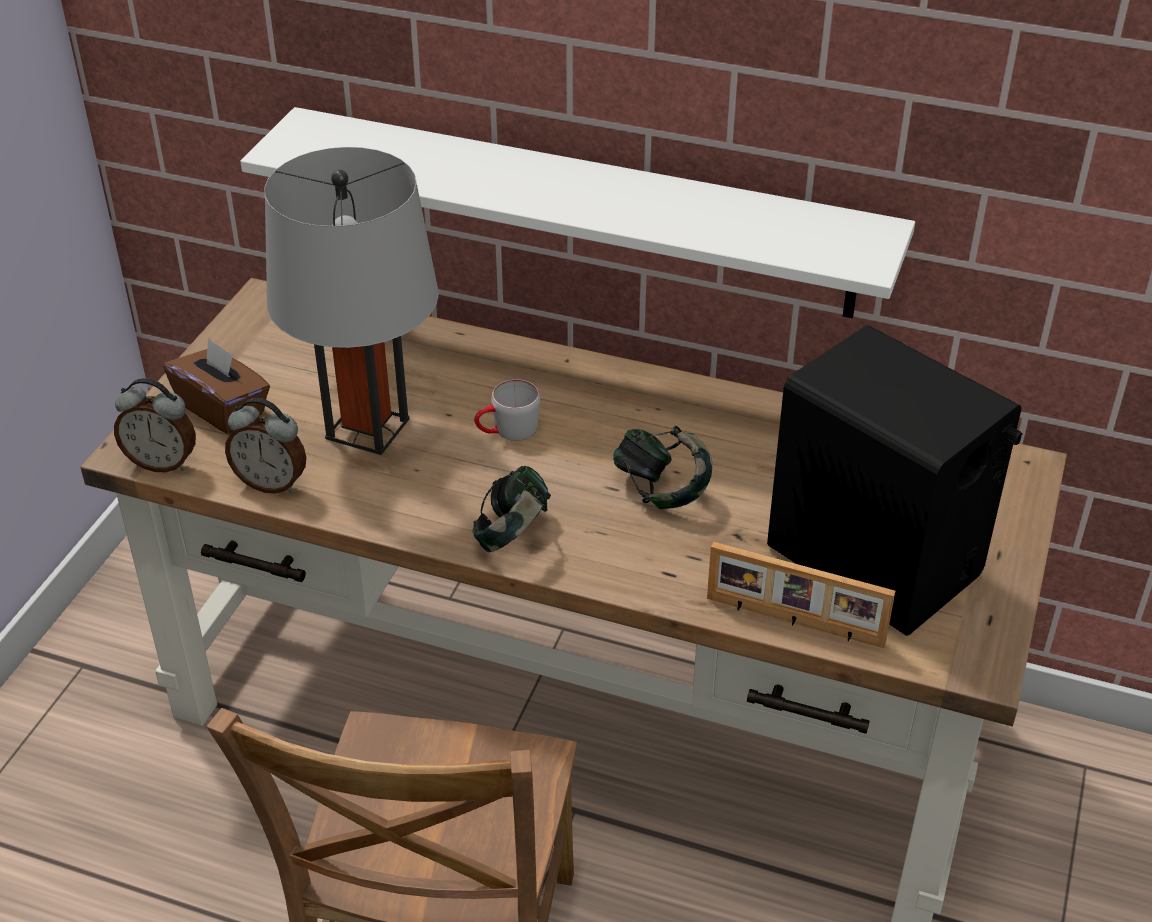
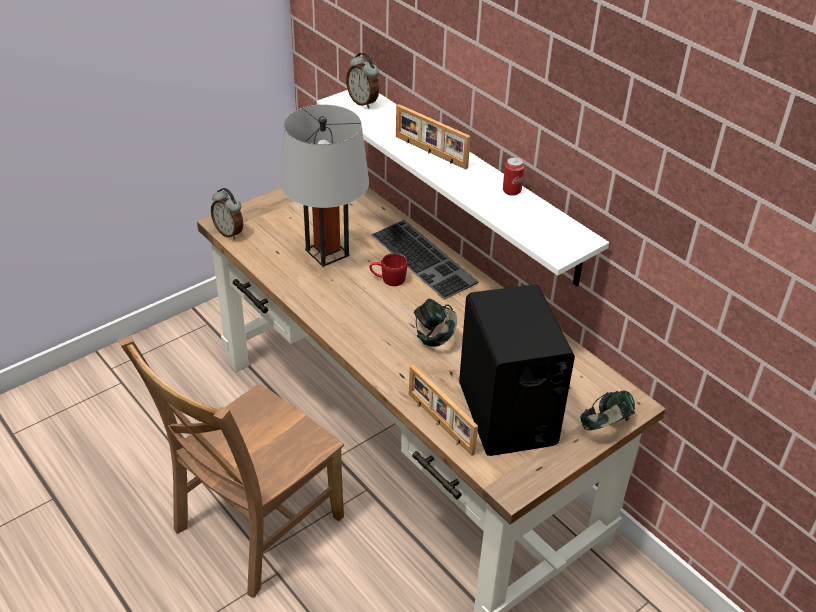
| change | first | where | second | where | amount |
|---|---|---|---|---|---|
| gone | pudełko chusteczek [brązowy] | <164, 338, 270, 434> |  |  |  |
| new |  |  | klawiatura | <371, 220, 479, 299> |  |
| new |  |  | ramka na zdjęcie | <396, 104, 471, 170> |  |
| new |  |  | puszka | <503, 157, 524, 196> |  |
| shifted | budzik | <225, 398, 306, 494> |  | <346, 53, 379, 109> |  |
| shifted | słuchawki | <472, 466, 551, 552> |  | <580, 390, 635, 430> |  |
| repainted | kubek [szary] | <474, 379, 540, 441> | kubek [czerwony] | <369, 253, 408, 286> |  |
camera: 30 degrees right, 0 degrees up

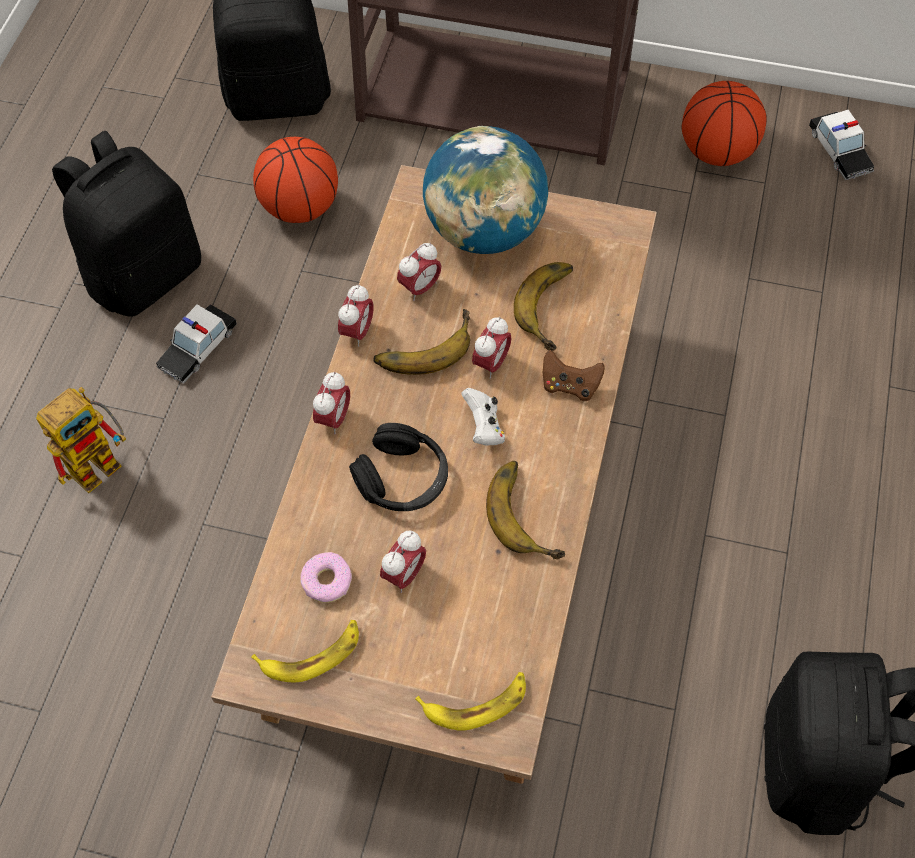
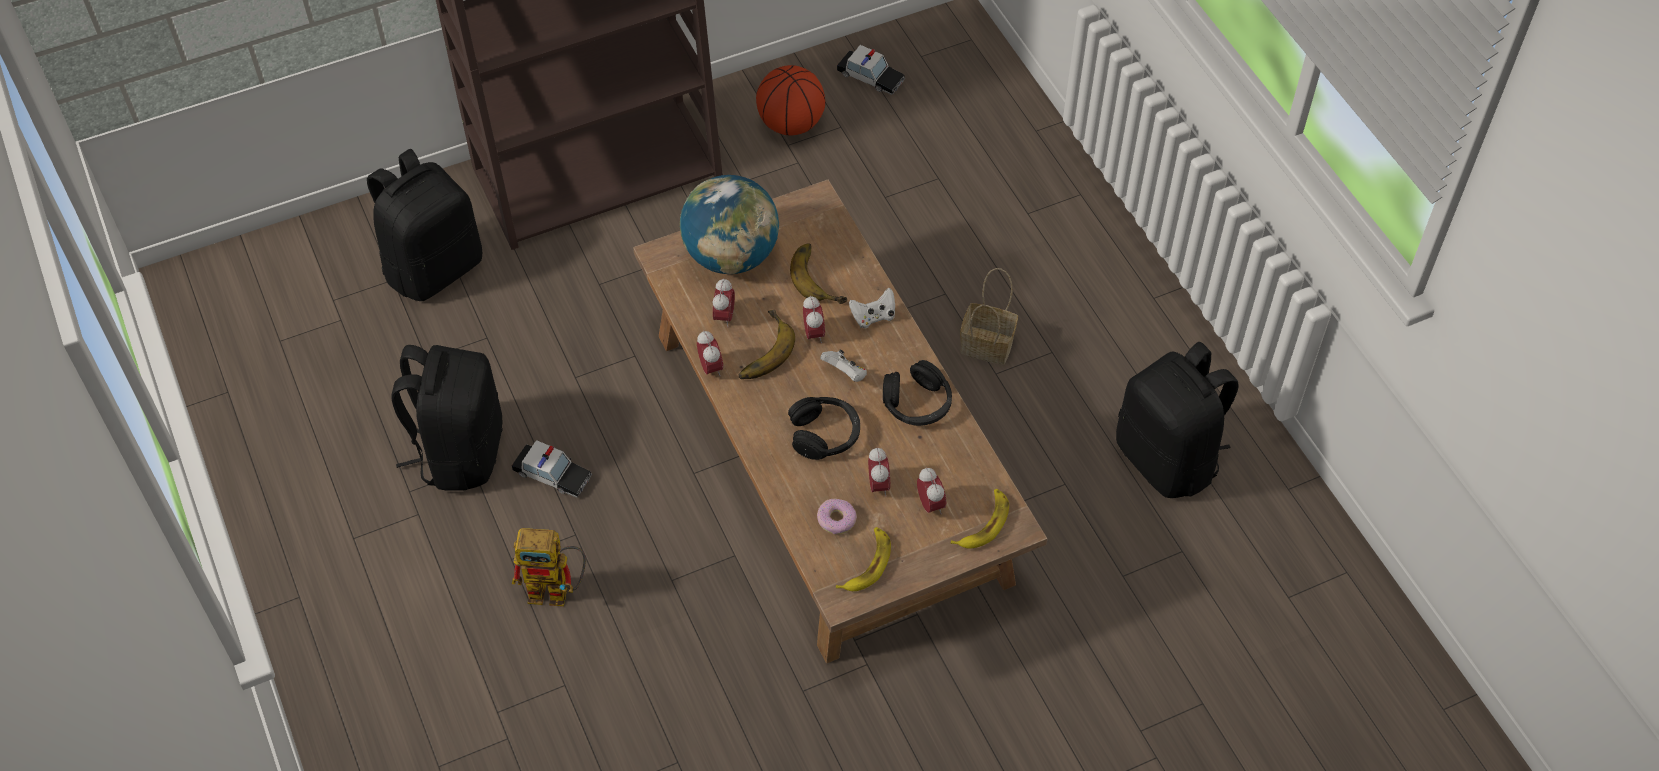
| change | first | where | second | where | amount |
|---|---|---|---|---|---|
| gone | piłka do koszykówki | <253, 137, 338, 223> |  |  |  |
| new |  |  | koszyk | <960, 268, 1018, 365> |  |
| shifted | budzik | <313, 372, 350, 434> |  | <917, 467, 946, 514> |  |
| swapped | banan | <486, 461, 565, 560> | słuchawki [czarny] | <883, 360, 952, 426> |  |
| repainted | pad do gier [brązowy] | <543, 350, 605, 401> | pad do gier [biały] | <849, 288, 895, 328> |  |
| rotated | robot zabawkowy | <36, 387, 126, 493> |  | <512, 528, 586, 606> | 90 degrees clockwise |
| rotated | samochodzik | <156, 304, 237, 384> |  | <512, 440, 592, 498> | 60 degrees counterclockwise |
camera: 40 degrees left, 5 degrees down

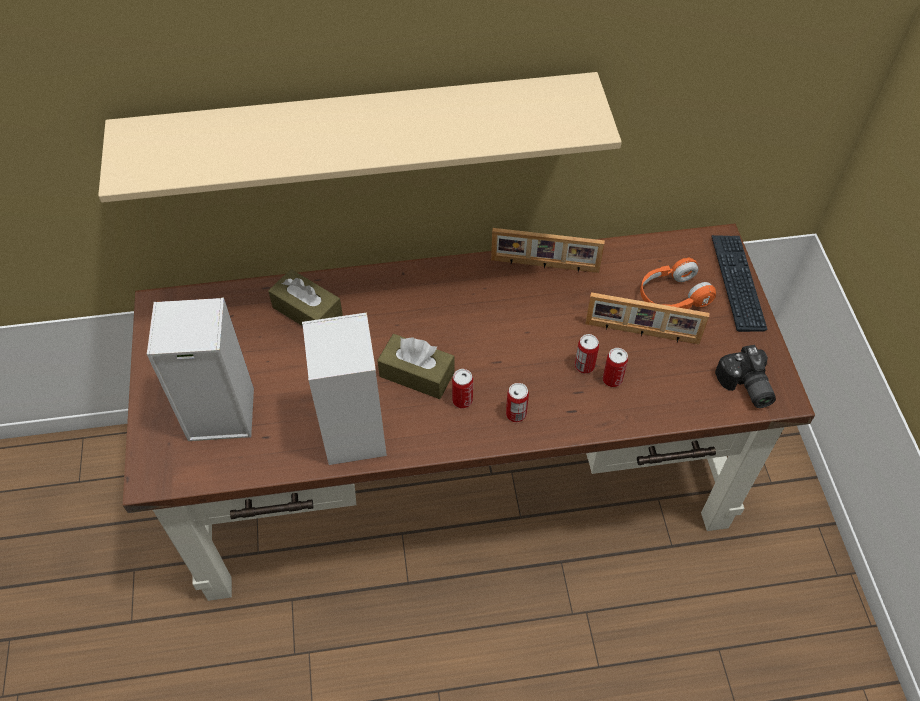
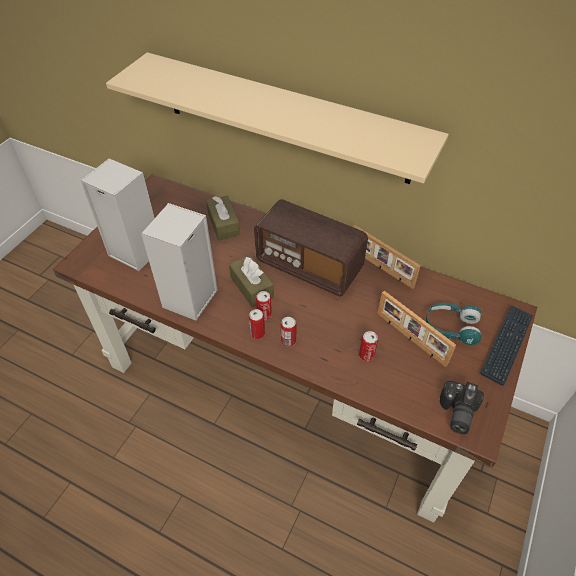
| change | first | where | second | where | amount |
|---|---|---|---|---|---|
| new |  |  | radio | <254, 199, 368, 296> |  |
| shifted | puszka | <575, 334, 599, 374> |  | <249, 309, 265, 339> |  |
| repainted | słuchawki [pomarańczowy] | <640, 258, 716, 309> | słuchawki [turkusowy] | <426, 303, 482, 346> |  |
camera: 35 degrees right, 5 degrees down

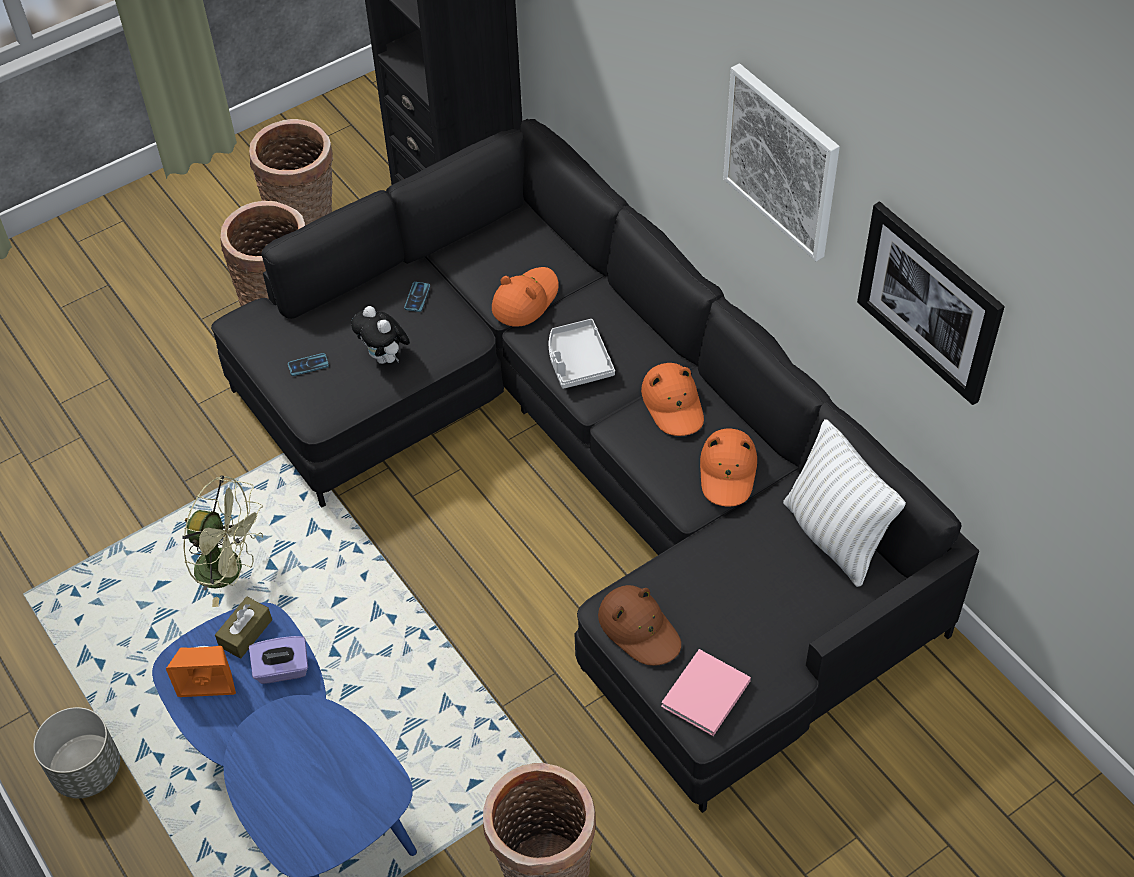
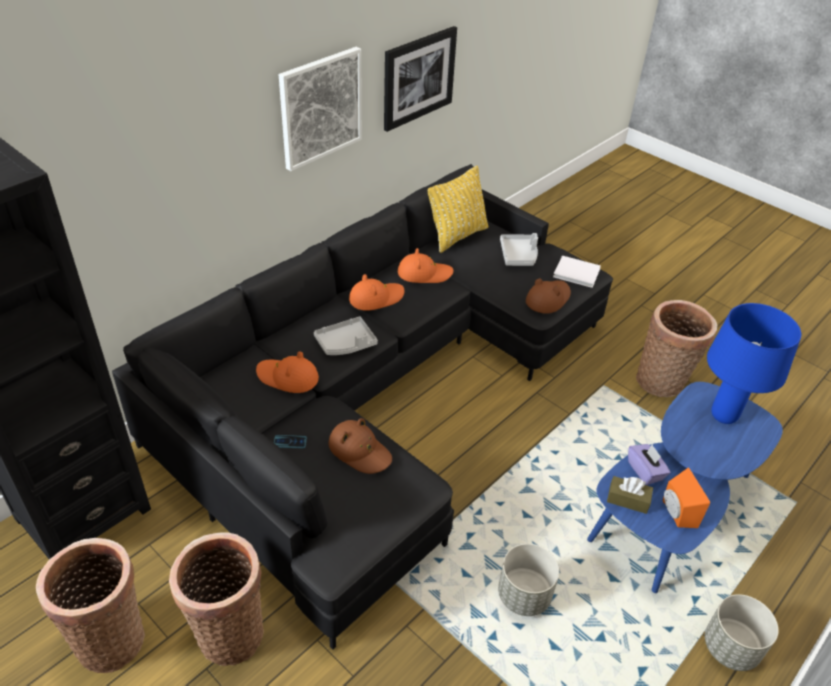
| change | first | where | second | where | amount |
|---|---|---|---|---|---|
| gone | telefon | <288, 353, 329, 376> |  |  |  |
| new |  |  | taca [szary] | <500, 233, 538, 266> |  |
| new |  |  | lampa stołowa [niebieski] | <707, 303, 801, 424> |  |
| swapped | wentylator [zielony] | <182, 475, 263, 607> | donica [szary] | <498, 544, 559, 616> |  |
| swapped | pluszak | <351, 306, 410, 364> | kapelusz [brązowy] | <329, 418, 392, 474> |  |
| repainted | książka [różowy] | <661, 649, 751, 736> | książka [biały] | <553, 255, 601, 288> |  |
| repainted | poduszka [biały] | <783, 419, 906, 587> | poduszka [żółty] | <428, 166, 488, 253> |  |
camera: 105 degrees left, 10 degrees down

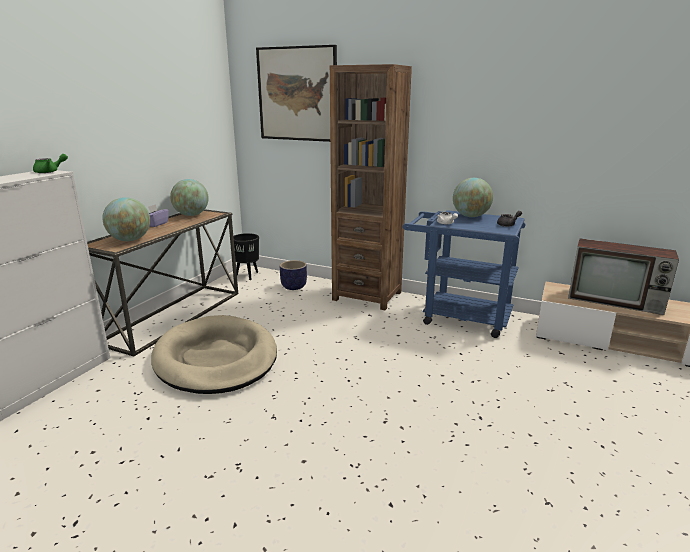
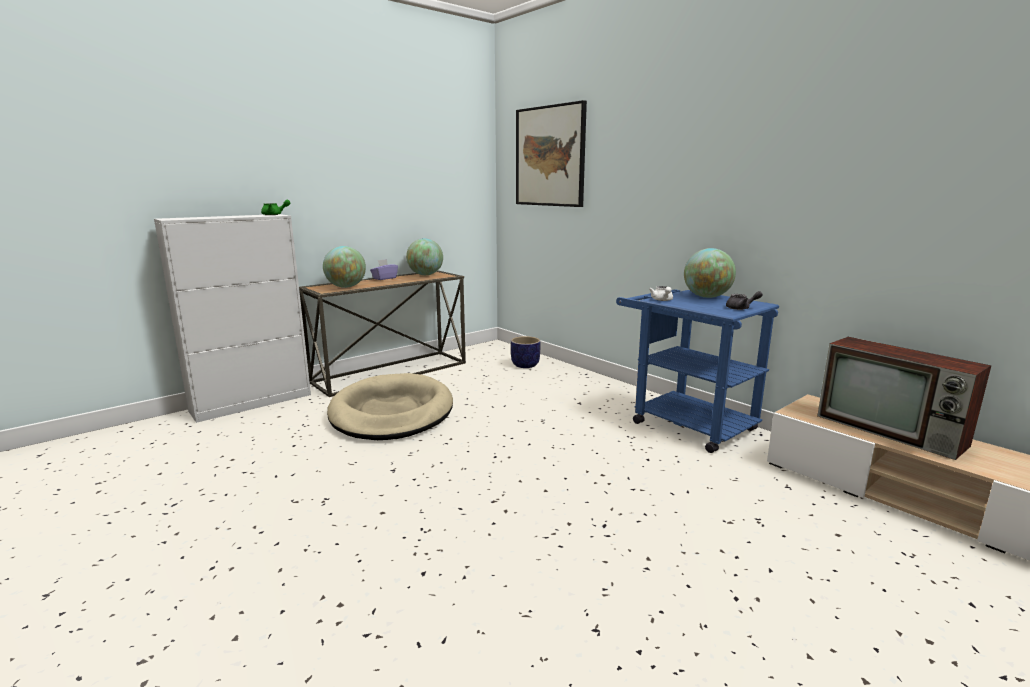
| change | first | where | second | where | amount |
|---|---|---|---|---|---|
| gone | donica [czarny] | <233, 233, 259, 280> |  |  |  |
| gone | regał [brązowy] | <330, 64, 412, 310> |  |  |  |
camera: 25 degrees right, 5 degrees down

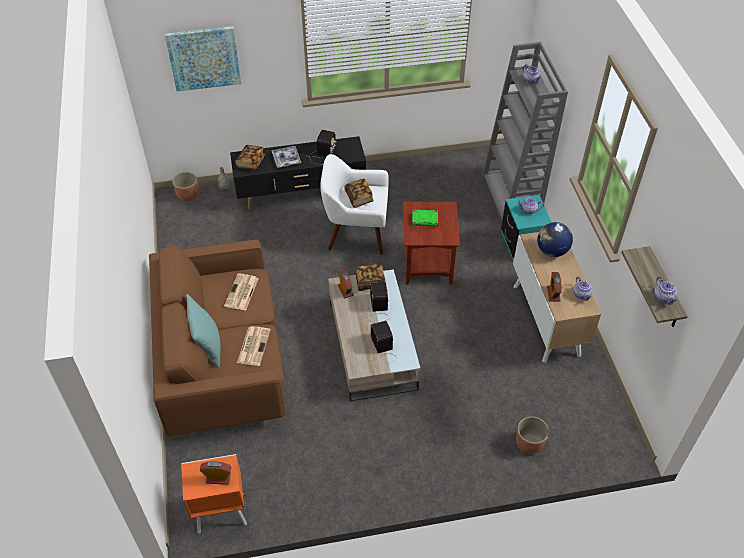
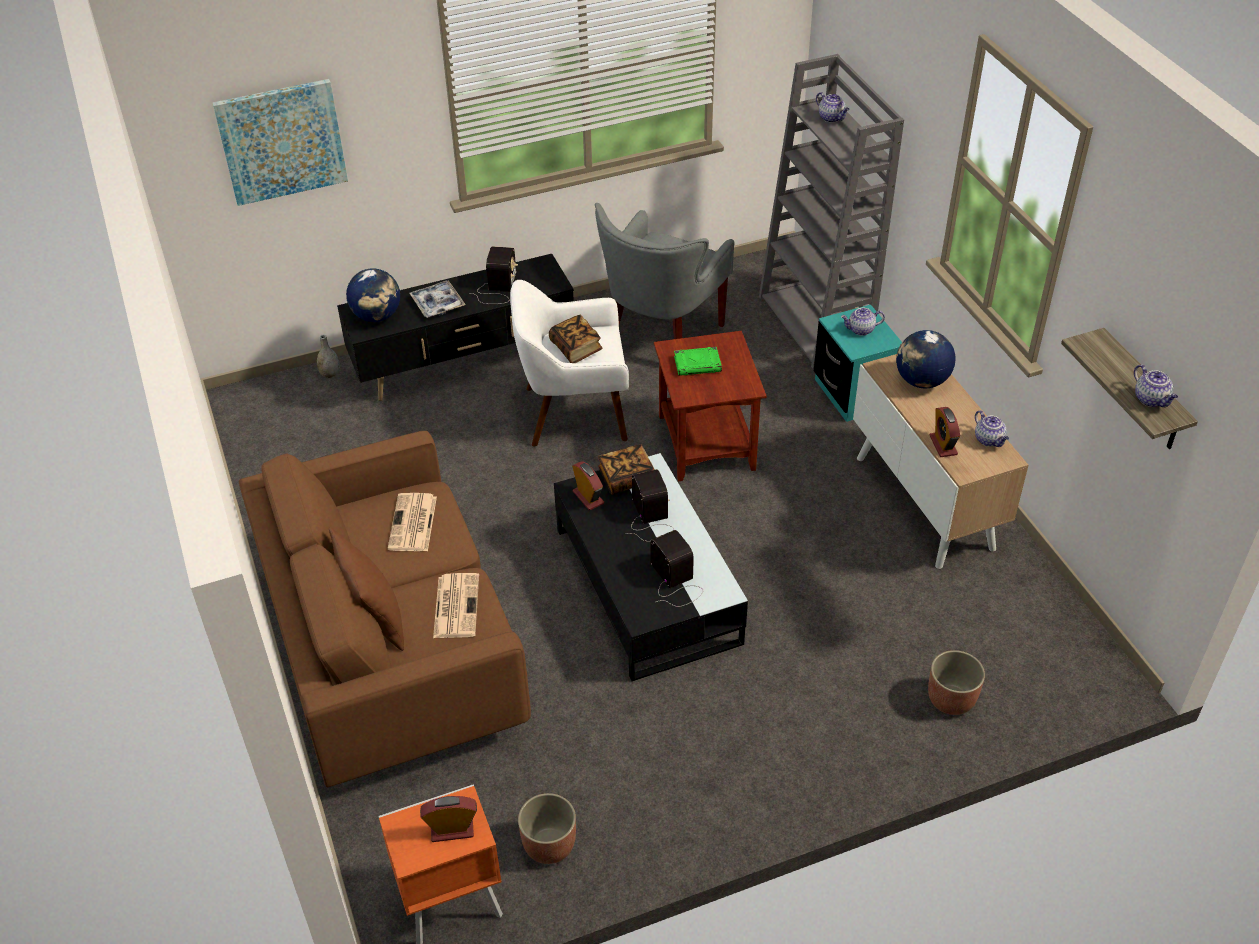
| change | first | where | second | where | amount |
|---|---|---|---|---|---|
| new |  |  | fotel [szary] | <595, 203, 735, 339> |  |
| shifted | donica | <172, 172, 199, 201> |  | <518, 793, 576, 864> |  |
| swapped | książka | <235, 145, 265, 169> | globus | <346, 268, 400, 322> |  |
| repainted | poduszka [turkusowy] | <186, 294, 221, 368> | poduszka [brązowy] | <329, 527, 404, 651> |  |
| repainted | ława [beżowy] | <328, 269, 421, 401> | ława [czarny] | <554, 453, 748, 681> |  |
camera: 10 degrees left, 5 degrees down

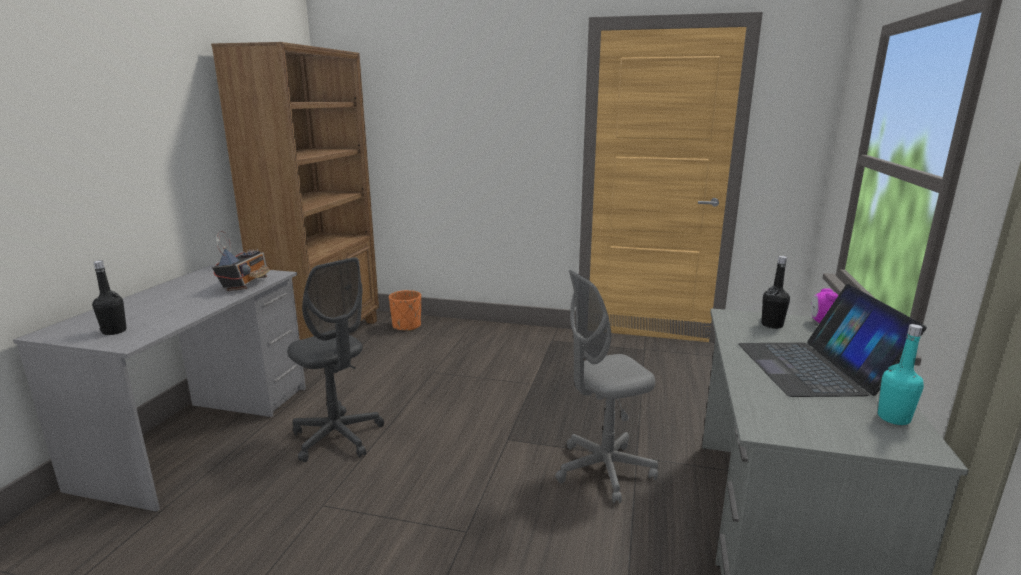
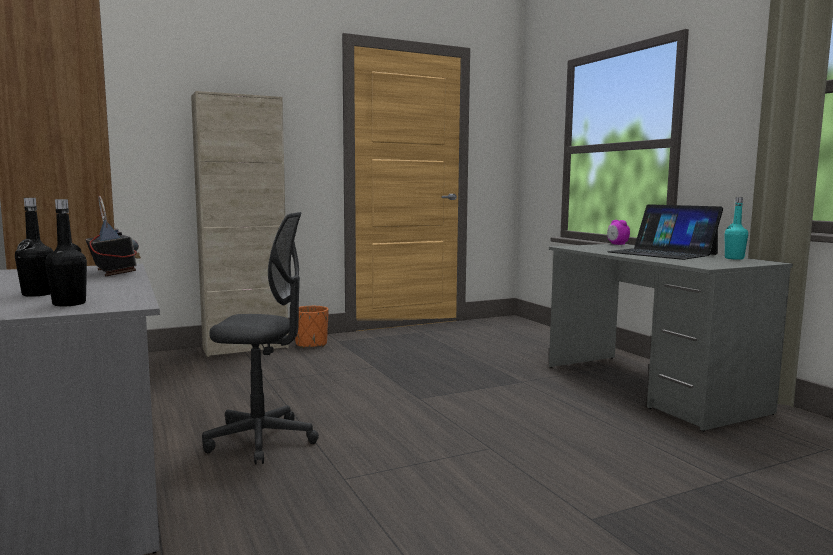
| change | first | where | second | where | amount |
|---|---|---|---|---|---|
| gone | krzesło biurowe [szary] | <555, 270, 658, 503> |  |  |  |
| new |  |  | szafka [beżowy] | <191, 91, 289, 357> |  |
| shifted | donica [pomarańczowy] | <389, 290, 421, 331> |  | <295, 306, 329, 348> |  |
| shifted | butelka [czarny] | <762, 256, 790, 329> |  | <15, 198, 53, 297> |  |
camera: 40 degrees left, 10 degrees down

